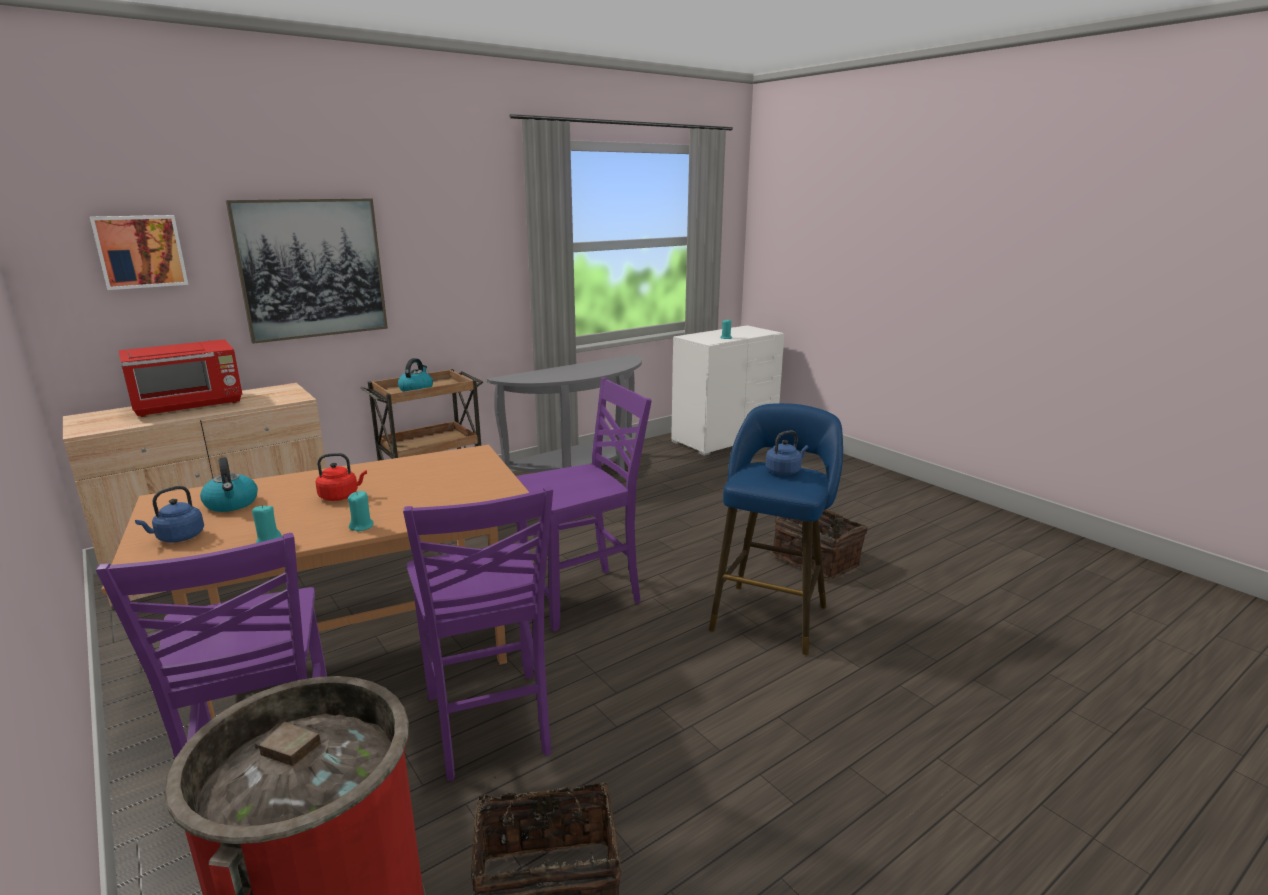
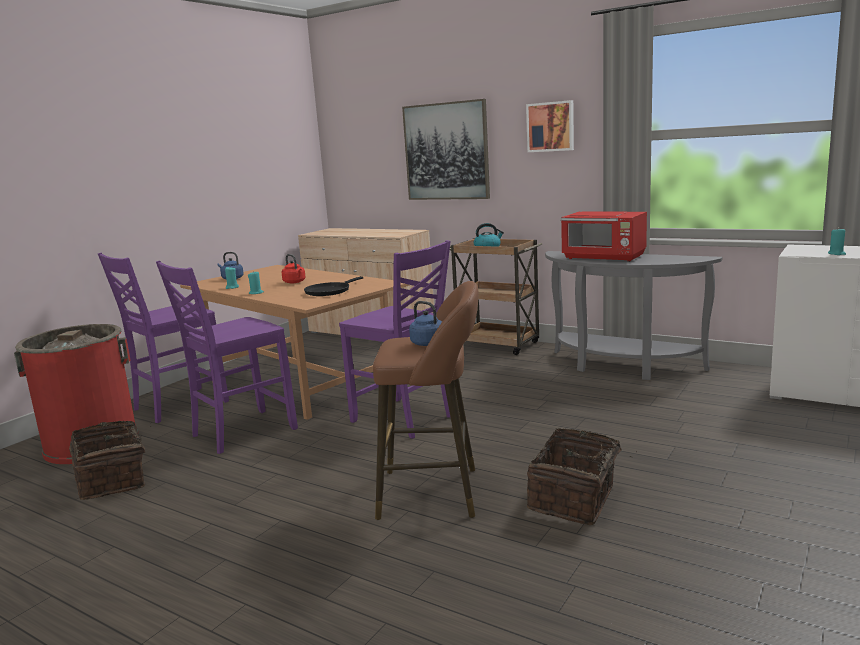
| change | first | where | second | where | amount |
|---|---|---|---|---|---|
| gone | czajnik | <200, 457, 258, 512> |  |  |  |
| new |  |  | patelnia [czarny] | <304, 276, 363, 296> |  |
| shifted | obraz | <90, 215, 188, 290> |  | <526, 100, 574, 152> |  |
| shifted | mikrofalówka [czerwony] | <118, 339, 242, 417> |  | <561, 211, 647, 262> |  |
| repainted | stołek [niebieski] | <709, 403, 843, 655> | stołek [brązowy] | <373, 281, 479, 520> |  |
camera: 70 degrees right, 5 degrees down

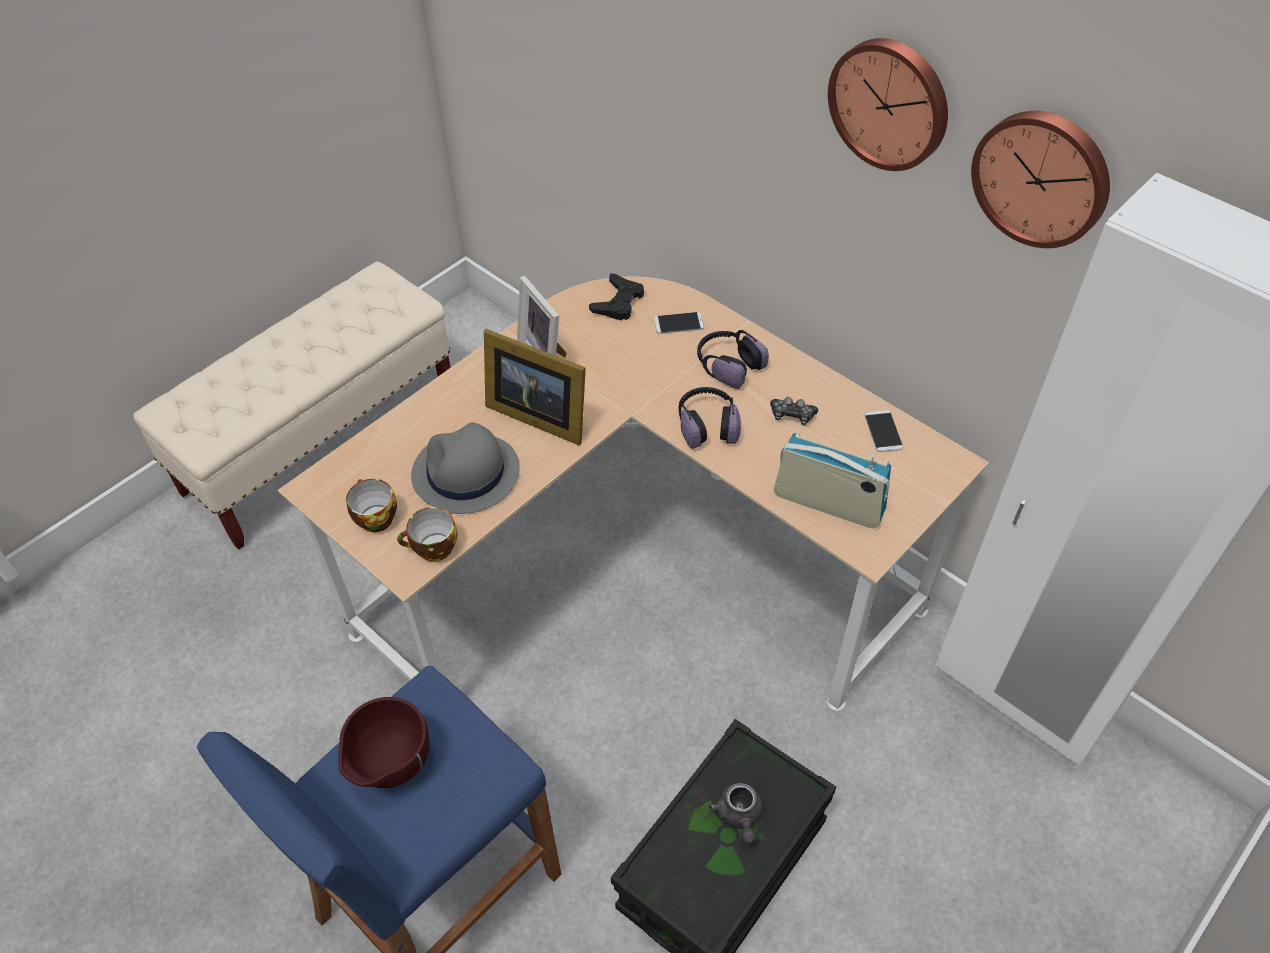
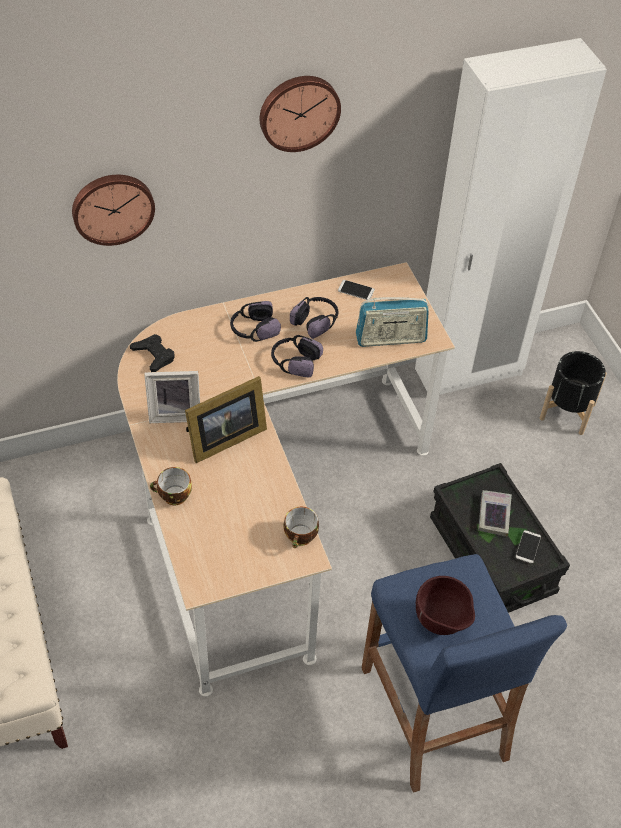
| change | first | where | second | where | amount |
|---|---|---|---|---|---|
| gone | kapelusz [szary] | <411, 423, 520, 514> |  |  |  |
| new |  |  | donica [czarny] | <540, 351, 607, 435> |  |
| shifted | filiżanka | <346, 479, 397, 532> |  | <150, 467, 192, 505> |  |
| shifted | telefon | <654, 312, 704, 334> |  | <516, 530, 541, 563> |  |
| shifted | zegar ścienny | <971, 111, 1110, 248> |  | <72, 175, 155, 246> |  |
| swapped | imbryk [szary] | <709, 783, 763, 844> | książka | <478, 490, 512, 537> |  |
| swapped | pad do gier | <770, 397, 818, 425> | słuchawki | <290, 297, 338, 339> |  |
| rotated | radio | <774, 432, 891, 529> |  | <356, 297, 429, 347> | 150 degrees counterclockwise |
camera: 65 degrees left, 0 degrees up

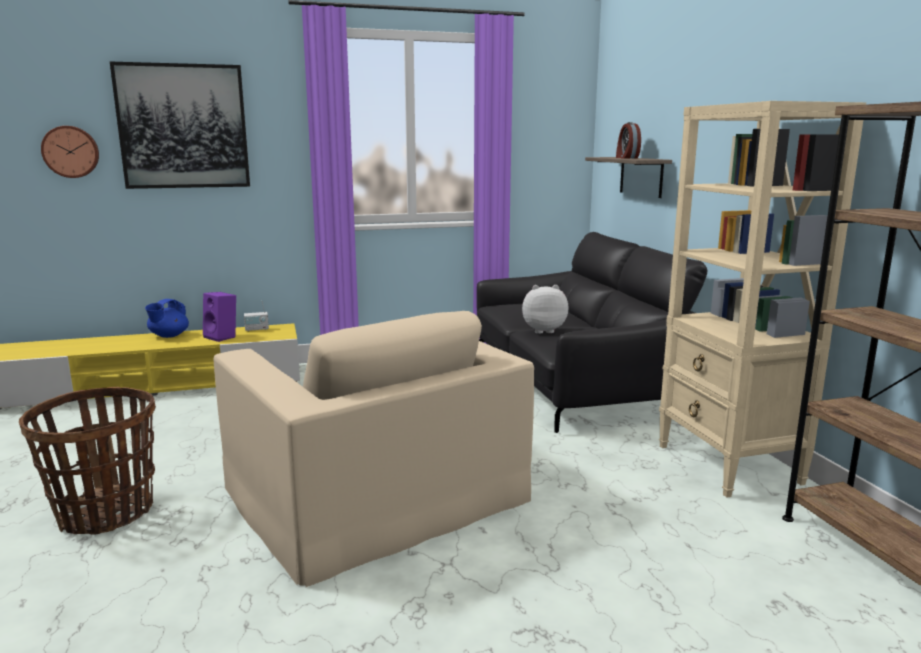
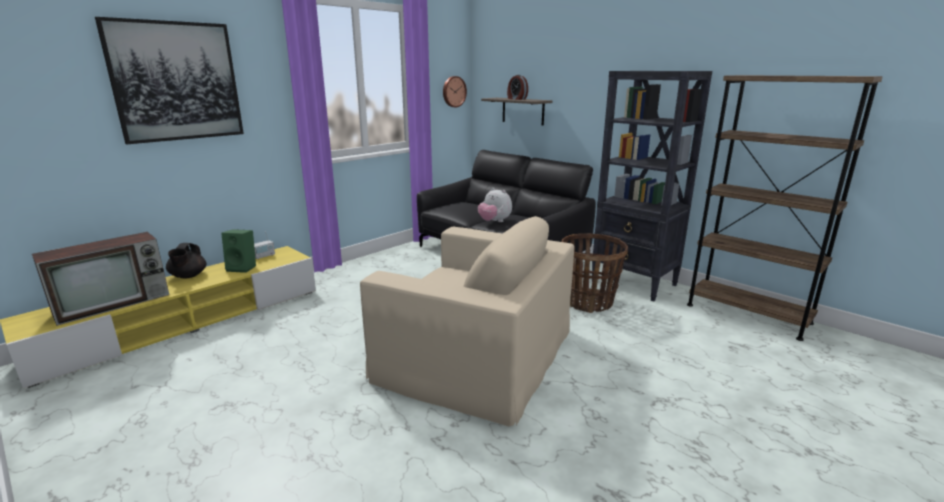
| change | first | where | second | where | amount |
|---|---|---|---|---|---|
| new |  |  | telewizor | <32, 232, 169, 326> |  |
| shifted | koszyk | <19, 387, 156, 535> |  | <561, 234, 628, 313> |  |
| shifted | zegar ścienny | <41, 126, 99, 178> |  | <443, 76, 467, 107> |  |
| repainted | imbryk [niebieski] | <145, 299, 189, 338> | imbryk [czarny] | <166, 243, 206, 279> |  |
| repainted | głośnik [fioletowy] | <203, 292, 236, 342> | głośnik [zielony] | <221, 229, 256, 273> |  |
| repainted | regał [beżowy] | <659, 101, 866, 498> | regał [czarny] | <592, 71, 712, 302> |  |
| rotated | pluszak | <522, 285, 569, 334> |  | <478, 188, 512, 222> | 105 degrees counterclockwise |
camera: 30 degrees left, 5 degrees up

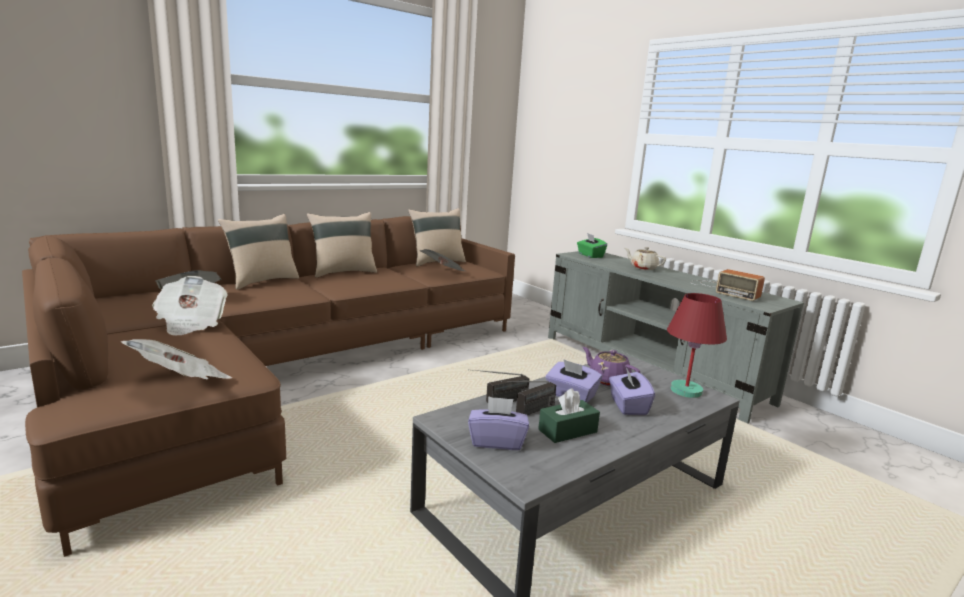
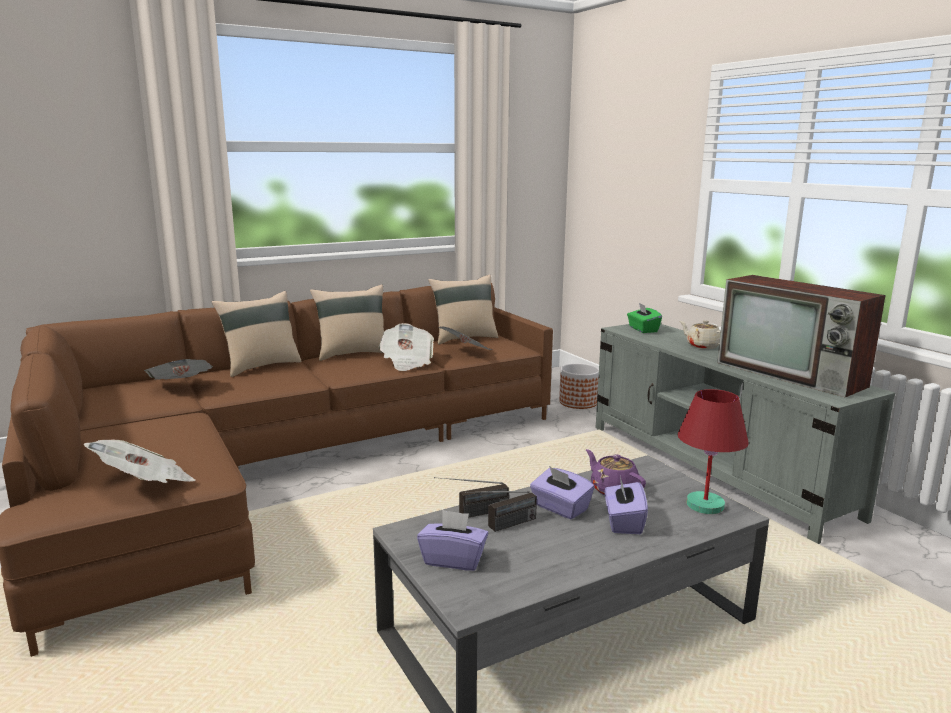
| change | first | where | second | where | amount |
|---|---|---|---|---|---|
| gone | pudełko chusteczek [zielony] | <538, 388, 600, 443> |  |  |  |
| new |  |  | donica | <559, 363, 599, 409> |  |
| shifted | gazeta | <152, 276, 228, 336> |  | <379, 323, 434, 371> |  |
| swapped | radio | <691, 269, 765, 301> | telewizor | <717, 275, 886, 397> |  |
camera: 10 degrees right, 0 degrees up

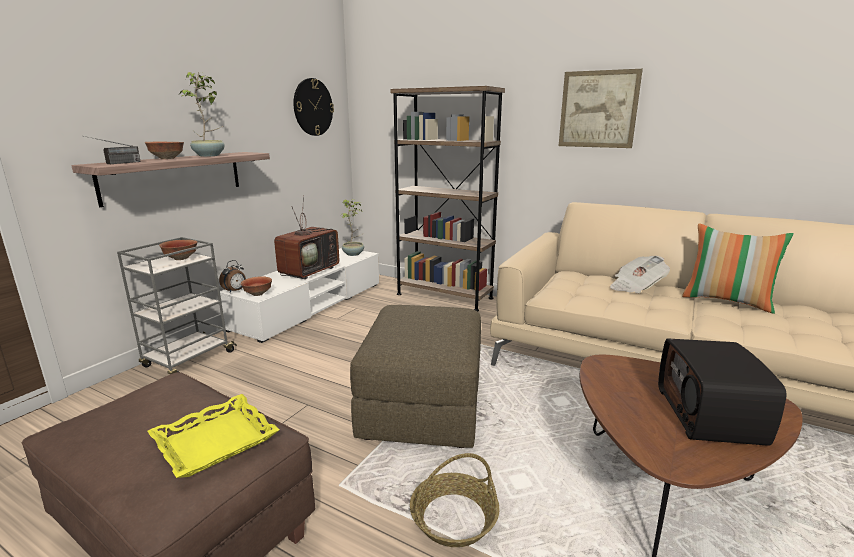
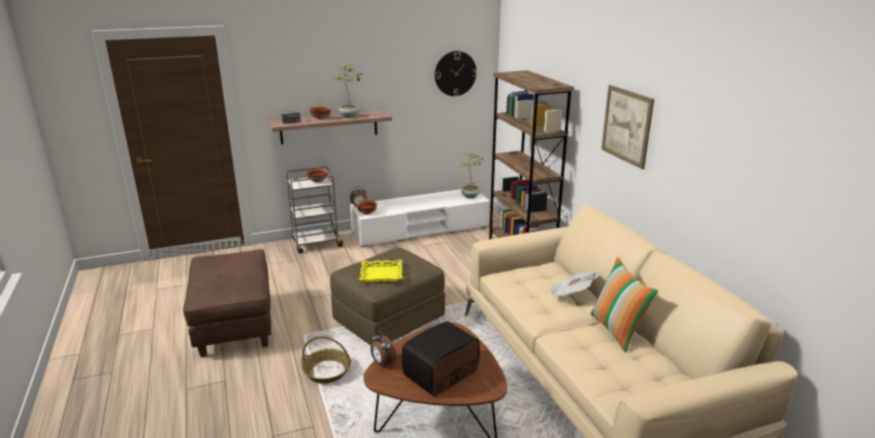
| change | first | where | second | where | amount |
|---|---|---|---|---|---|
| gone | telewizor | <274, 195, 339, 279> |  |  |  |
| new |  |  | budzik | <371, 331, 396, 367> |  |
| shifted | taca [żółty] | <147, 394, 280, 478> |  | <360, 260, 403, 282> |  |
camera: 40 degrees right, 5 degrees up

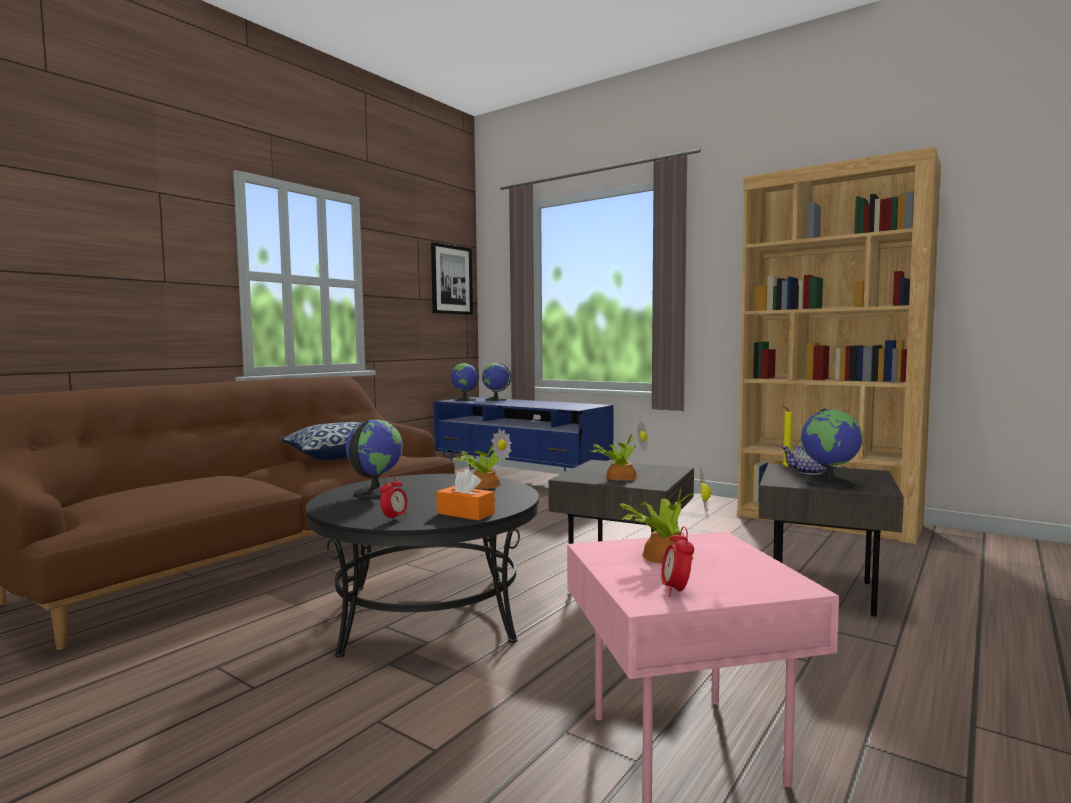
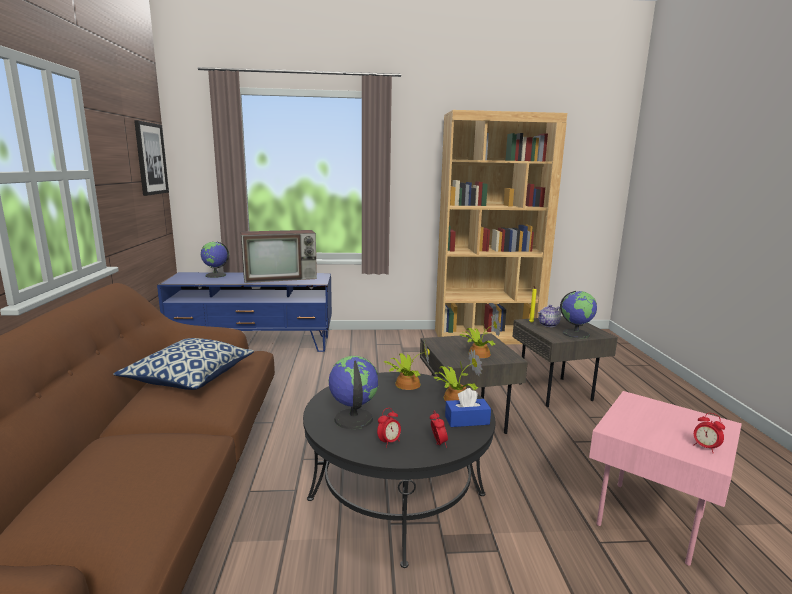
| change | first | where | second | where | amount |
|---|---|---|---|---|---|
| gone | globus | <451, 363, 479, 401> |  |  |  |
| new |  |  | telewizor | <241, 230, 317, 283> |  |
| new |  |  | budzik | <377, 408, 401, 448> |  |
| shifted | roślina doniczkowa | <620, 466, 711, 564> |  | <434, 350, 483, 401> |  |
| repainted | pudełko chusteczek [pomarańczowy] | <436, 469, 495, 520> | pudełko chusteczek [niebieski] | <445, 388, 491, 427> |  |
camera: 40 degrees left, 10 degrees up

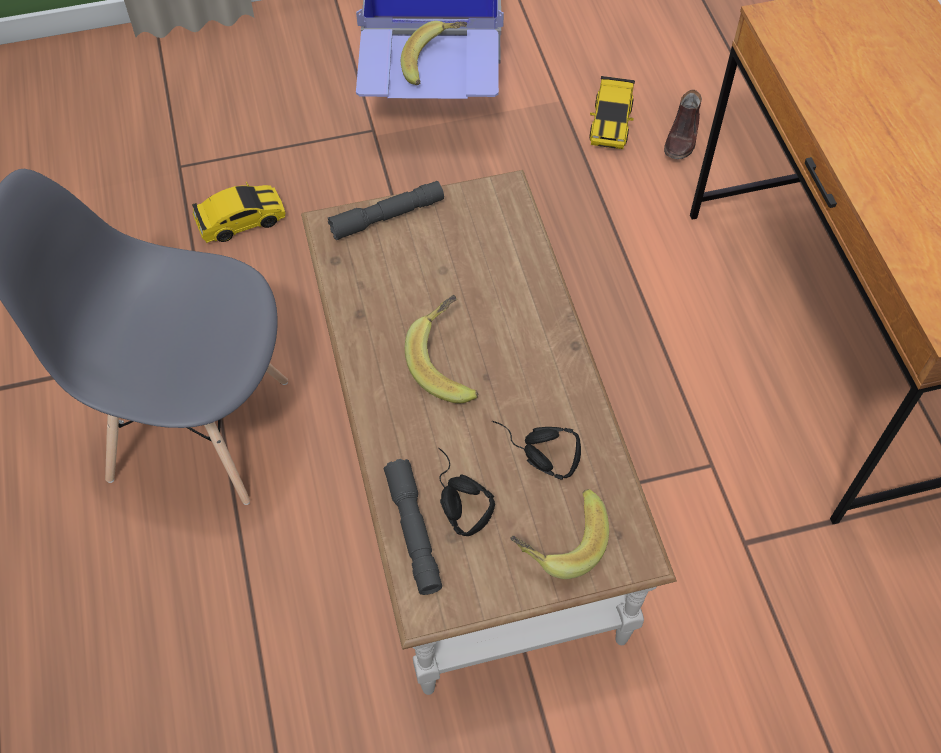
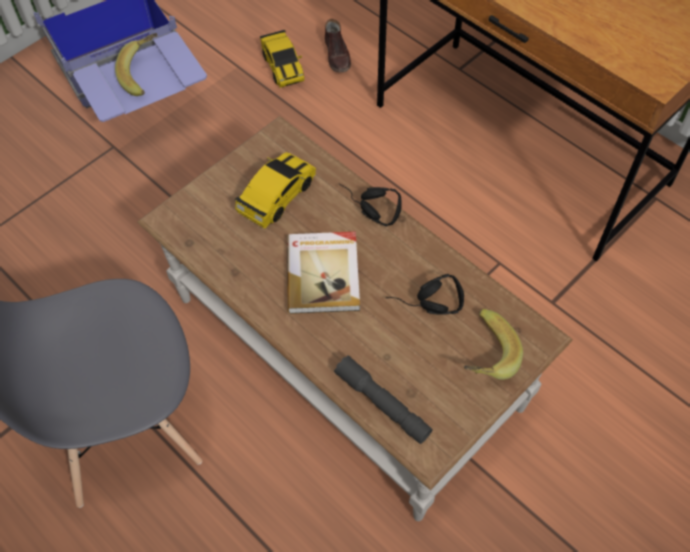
| change | first | where | second | where | amount |
|---|---|---|---|---|---|
| gone | latarka [szary] | <328, 181, 444, 240> |  |  |  |
| shifted | samochodzik | <192, 182, 285, 243> |  | <234, 152, 316, 229> |  |
| shifted | słuchawki [czarny] | <439, 448, 495, 536> |  | <339, 184, 402, 227> |  |
| swapped | banan | <405, 295, 478, 403> | książka | <287, 232, 360, 314> |  |
camera: 30 degrees left, 0 degrees up

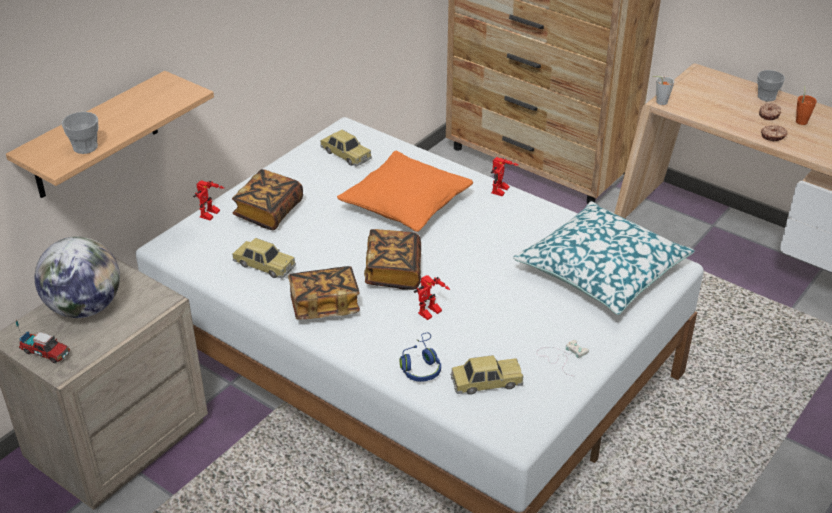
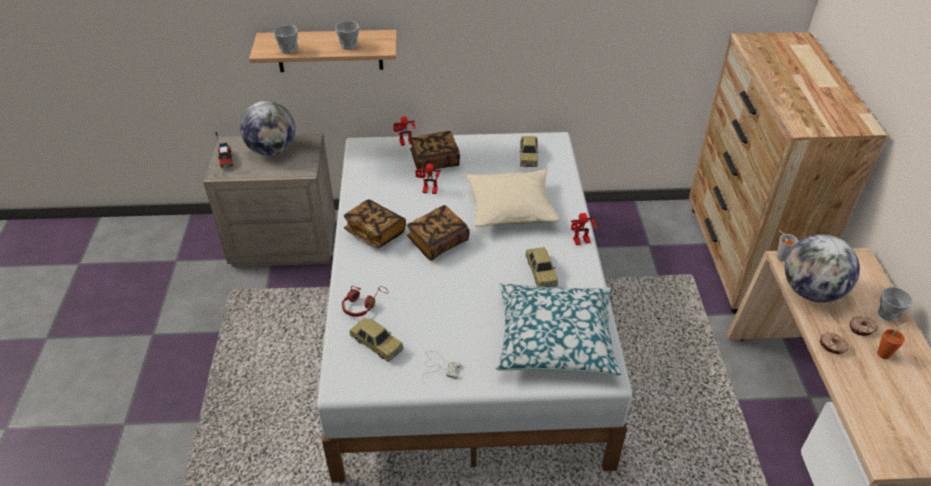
| change | first | where | second | where | amount |
|---|---|---|---|---|---|
| new |  |  | filiżanka | <335, 21, 359, 50> |  |
| new |  |  | globus | <785, 234, 860, 303> |  |
| shifted | samochodzik | <233, 238, 296, 279> |  | <525, 247, 558, 287> |  |
| shifted | robot zabawkowy | <414, 275, 450, 320> |  | <415, 164, 441, 194> |  |
| repainted | poduszka [pomarańczowy] | <337, 151, 473, 232> | poduszka [beżowy] | <467, 169, 559, 227> |  |
| repainted | słuchawki [niebieski] | <400, 332, 441, 382> | słuchawki [czerwony] | <342, 286, 388, 317> |  |
camera: 50 degrees right, 5 degrees up

